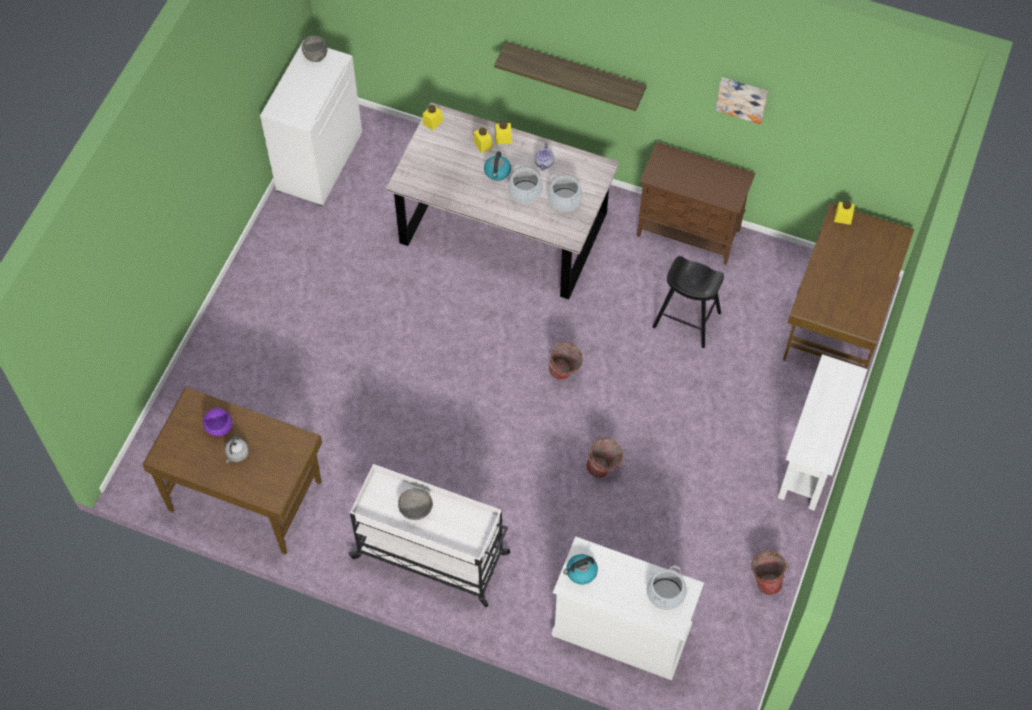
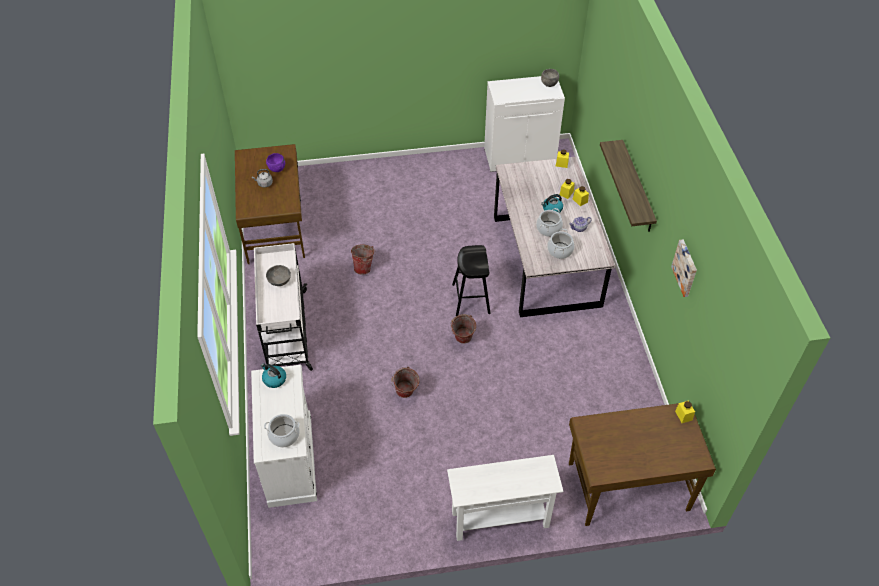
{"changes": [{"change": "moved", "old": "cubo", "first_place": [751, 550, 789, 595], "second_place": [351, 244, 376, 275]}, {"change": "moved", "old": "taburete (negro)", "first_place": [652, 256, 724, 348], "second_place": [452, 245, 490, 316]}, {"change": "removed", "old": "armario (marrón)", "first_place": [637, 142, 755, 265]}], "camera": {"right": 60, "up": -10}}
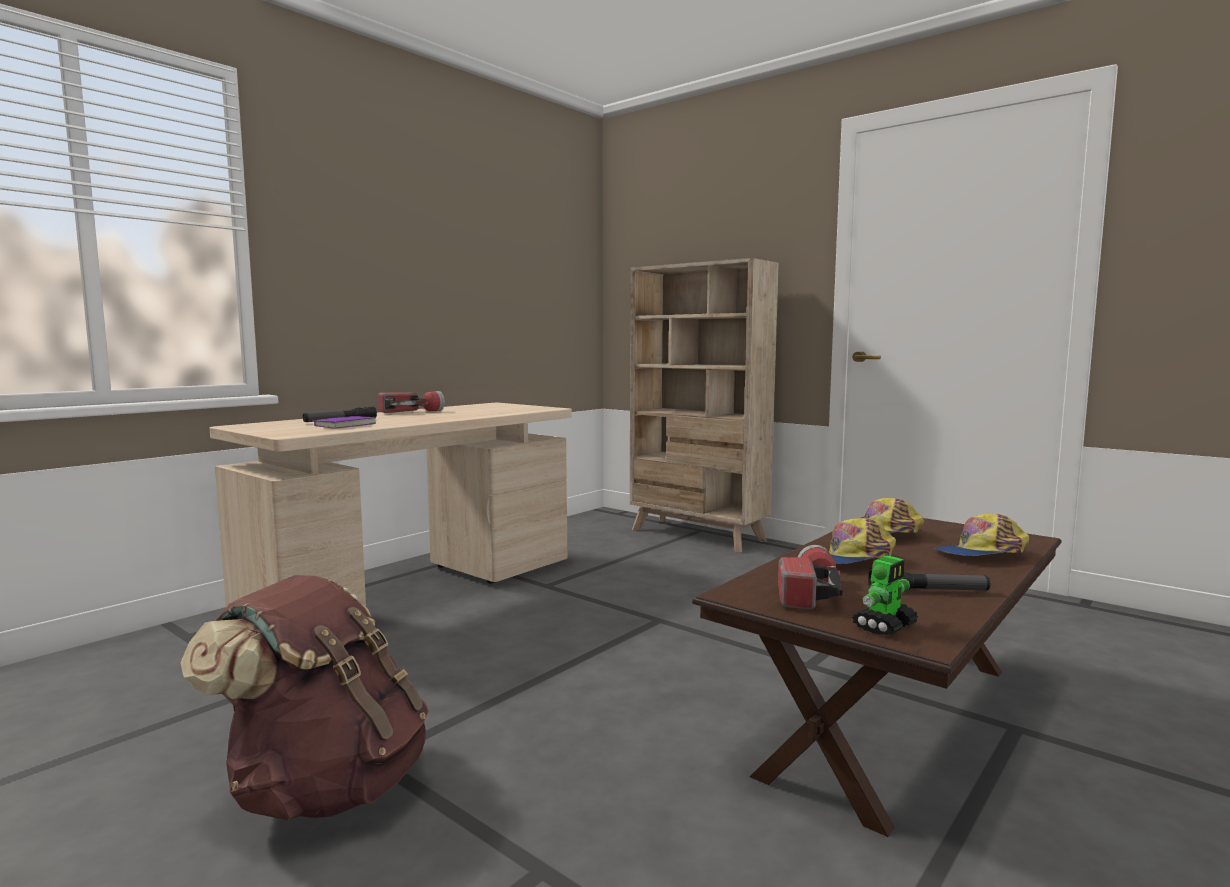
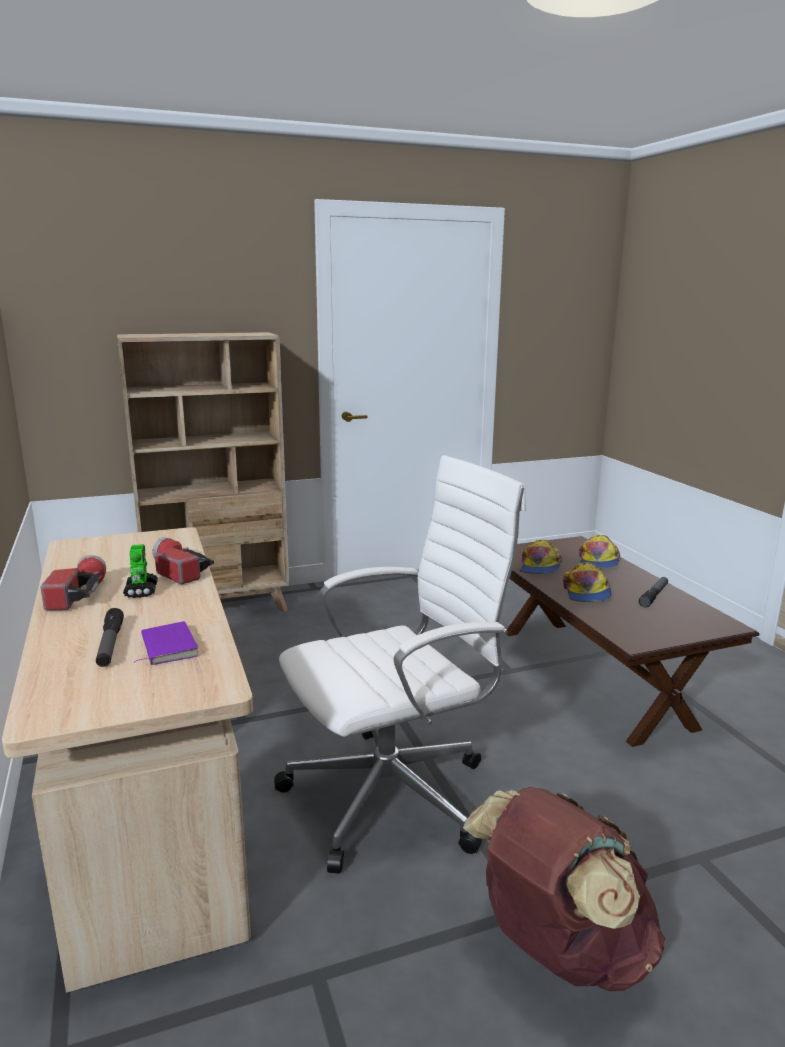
{"changes": [{"change": "moved", "old": "robot de juguete", "first_place": [852, 555, 919, 635], "second_place": [123, 544, 158, 598]}, {"change": "moved", "old": "linterna", "first_place": [778, 545, 843, 610], "second_place": [153, 537, 214, 584]}, {"change": "added", "new": "silla de oficina (blanco)", "second_place": [274, 455, 526, 874]}], "camera": {"right": -60, "up": 10}}
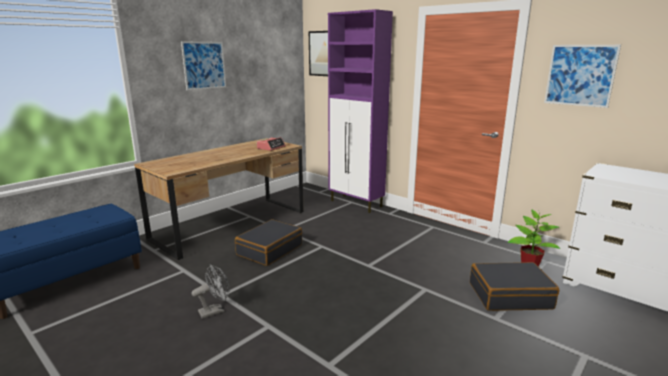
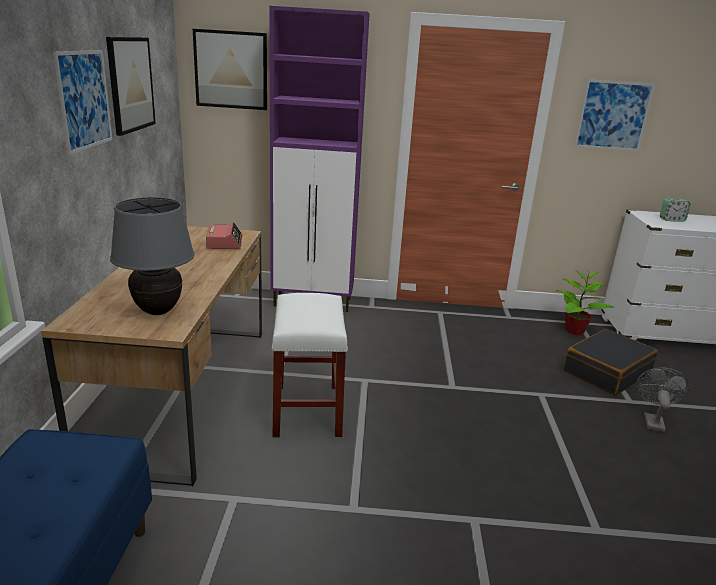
{"changes": [{"change": "added", "new": "cuadro", "second_place": [106, 37, 156, 136]}, {"change": "added", "new": "lámpara de mesa (gris)", "second_place": [110, 197, 195, 315]}, {"change": "replaced", "old": "maleta (negro)", "new": "taburete (blanco)", "first_place": [235, 219, 302, 266], "second_place": [271, 293, 348, 437]}, {"change": "moved", "old": "ventilador (gris)", "first_place": [191, 265, 230, 319], "second_place": [636, 368, 689, 432]}, {"change": "added", "new": "despertador", "second_place": [660, 198, 691, 222]}], "camera": {"right": -40, "up": 5}}
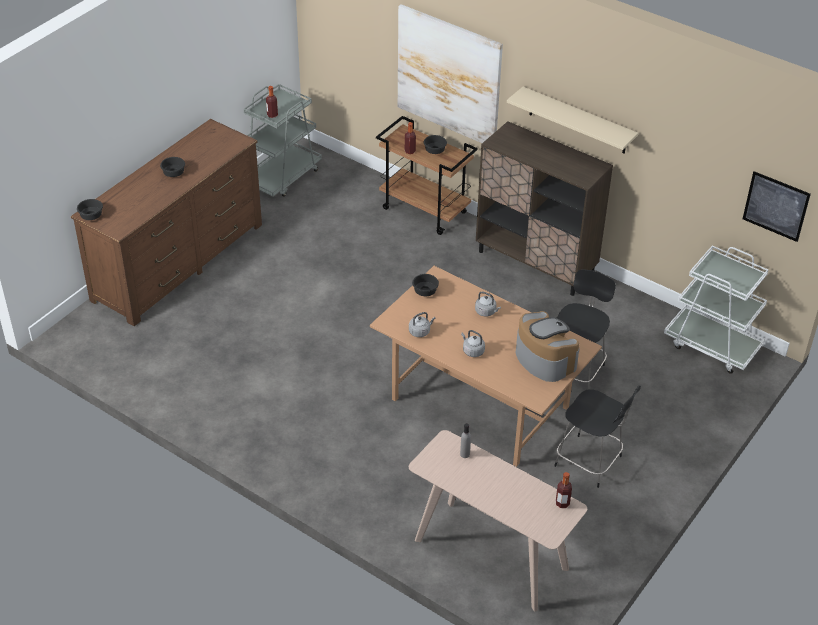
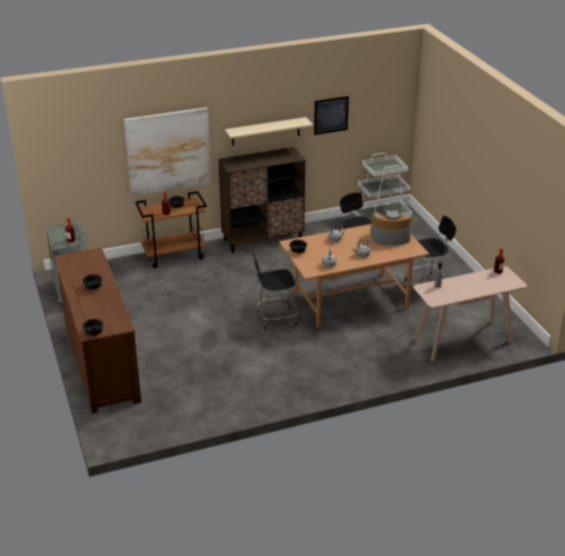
{"changes": [{"change": "added", "new": "taburete (negro)", "second_place": [253, 253, 298, 330]}, {"change": "moved", "old": "cuadro", "first_place": [743, 171, 811, 242], "second_place": [314, 96, 349, 135]}], "camera": {"right": -55, "up": -10}}
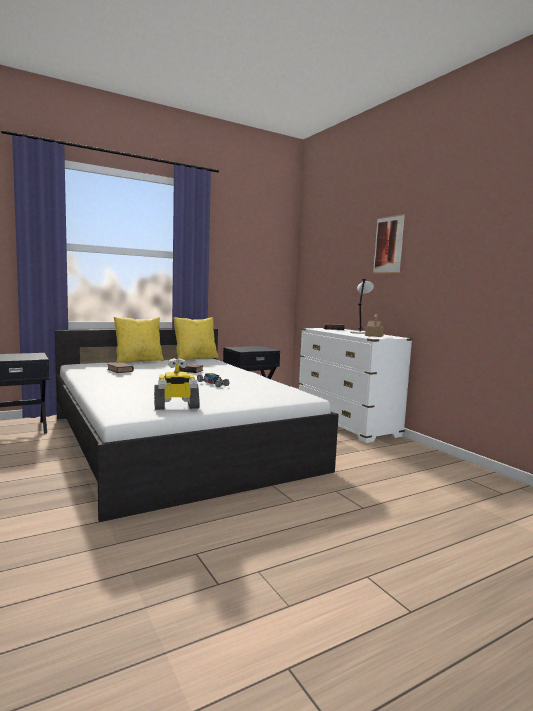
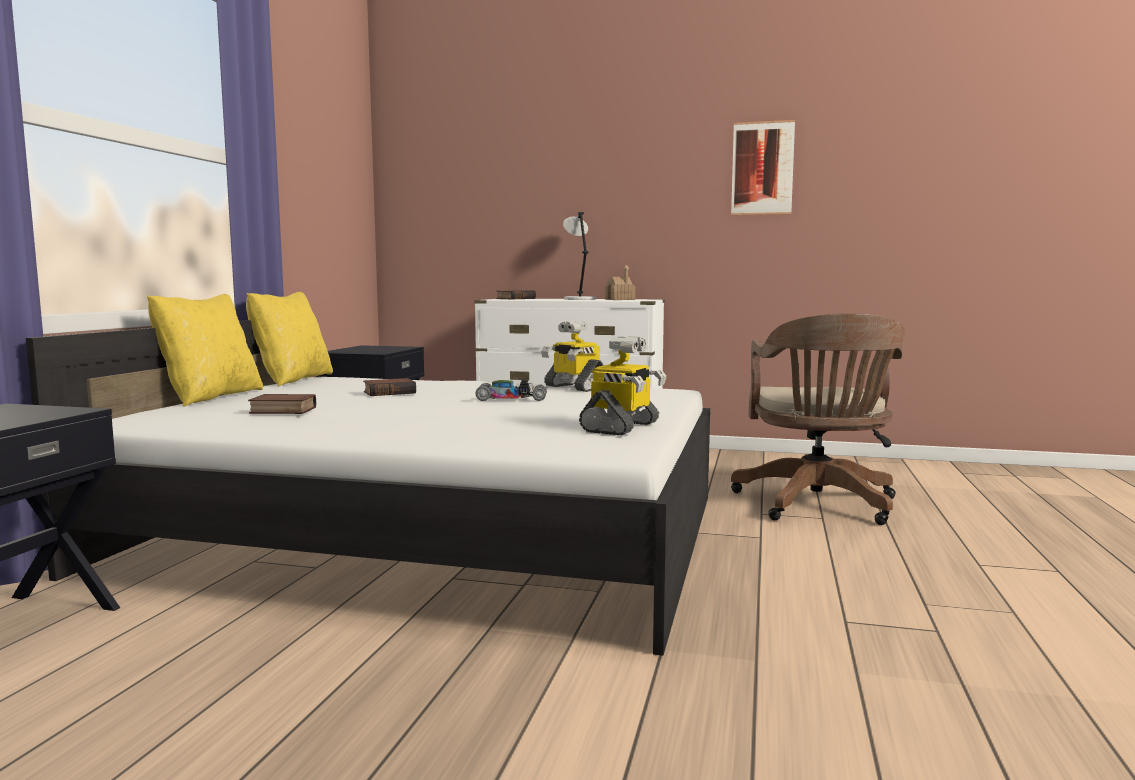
{"changes": [{"change": "added", "new": "robot de juguete", "second_place": [541, 321, 604, 392]}, {"change": "moved", "old": "cuadro", "first_place": [373, 214, 405, 274], "second_place": [731, 120, 795, 215]}, {"change": "added", "new": "silla de oficina (marrón)", "second_place": [731, 313, 905, 525]}], "camera": {"right": -45, "up": 0}}
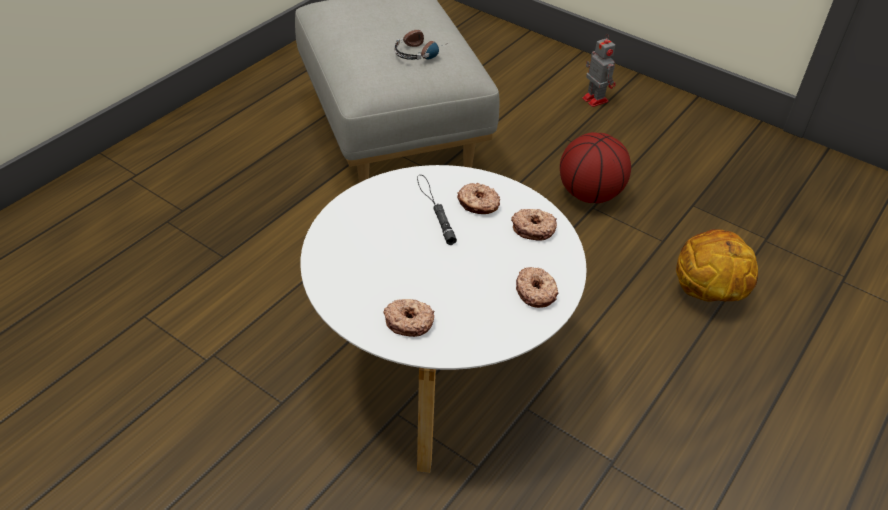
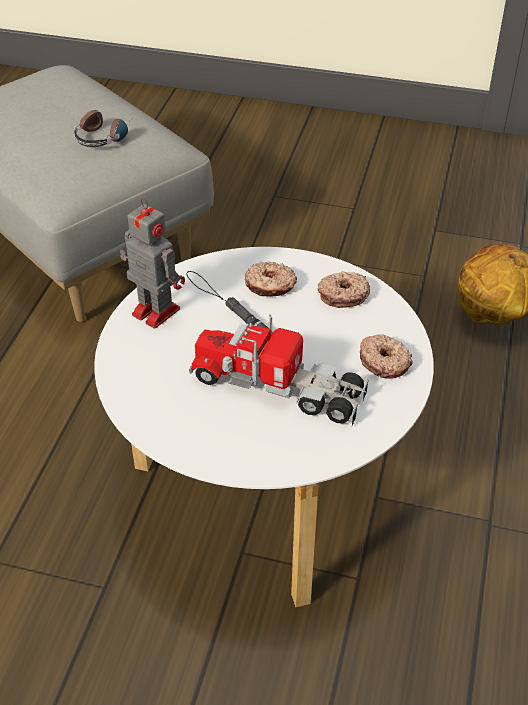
{"changes": [{"change": "moved", "old": "robot de juguete", "first_place": [582, 34, 616, 107], "second_place": [120, 198, 185, 329]}, {"change": "added", "new": "camión de juguete", "second_place": [189, 315, 369, 425]}, {"change": "removed", "old": "rosquilla", "first_place": [383, 299, 435, 337]}, {"change": "removed", "old": "balón de baloncesto", "first_place": [560, 132, 631, 203]}], "camera": {"right": -20, "up": 0}}
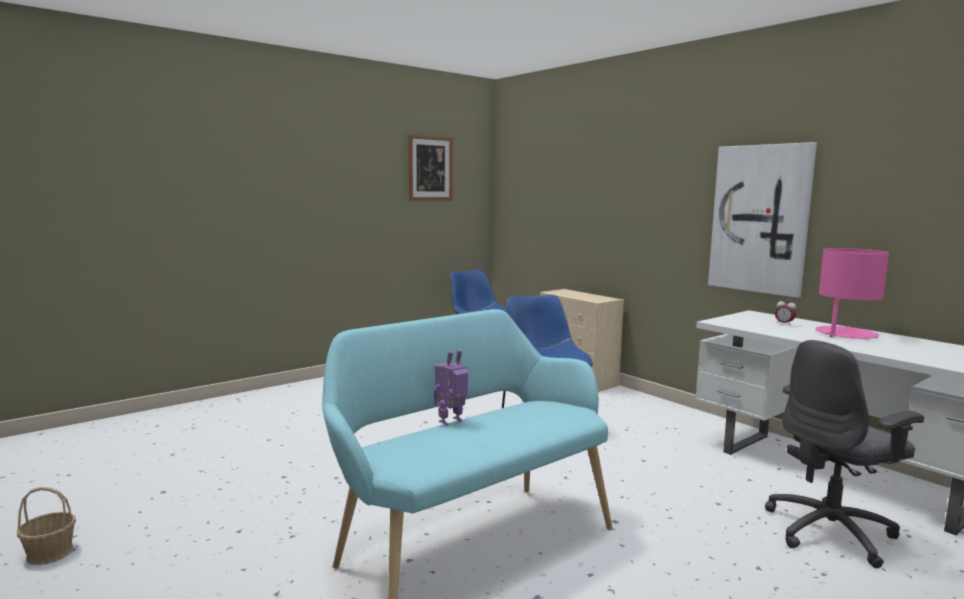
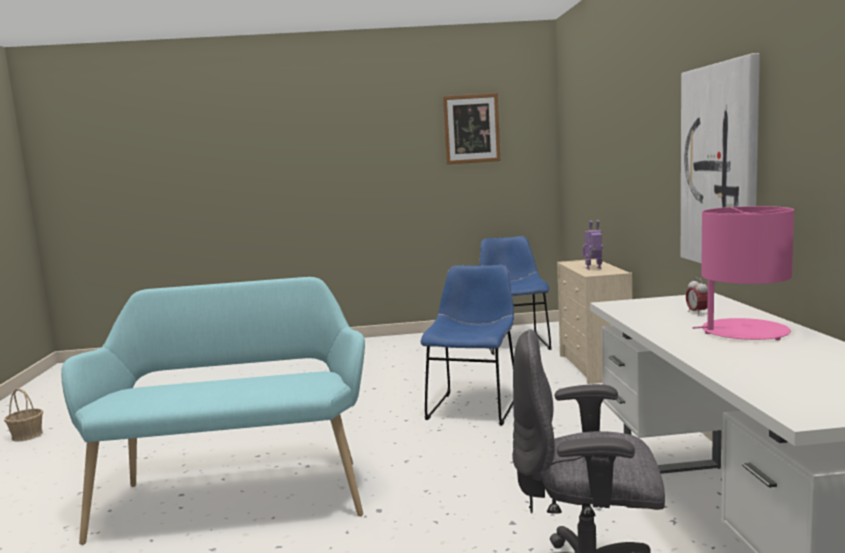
{"changes": [{"change": "moved", "old": "robot de juguete", "first_place": [434, 349, 468, 425], "second_place": [583, 220, 603, 270]}], "camera": {"right": 35, "up": 0}}
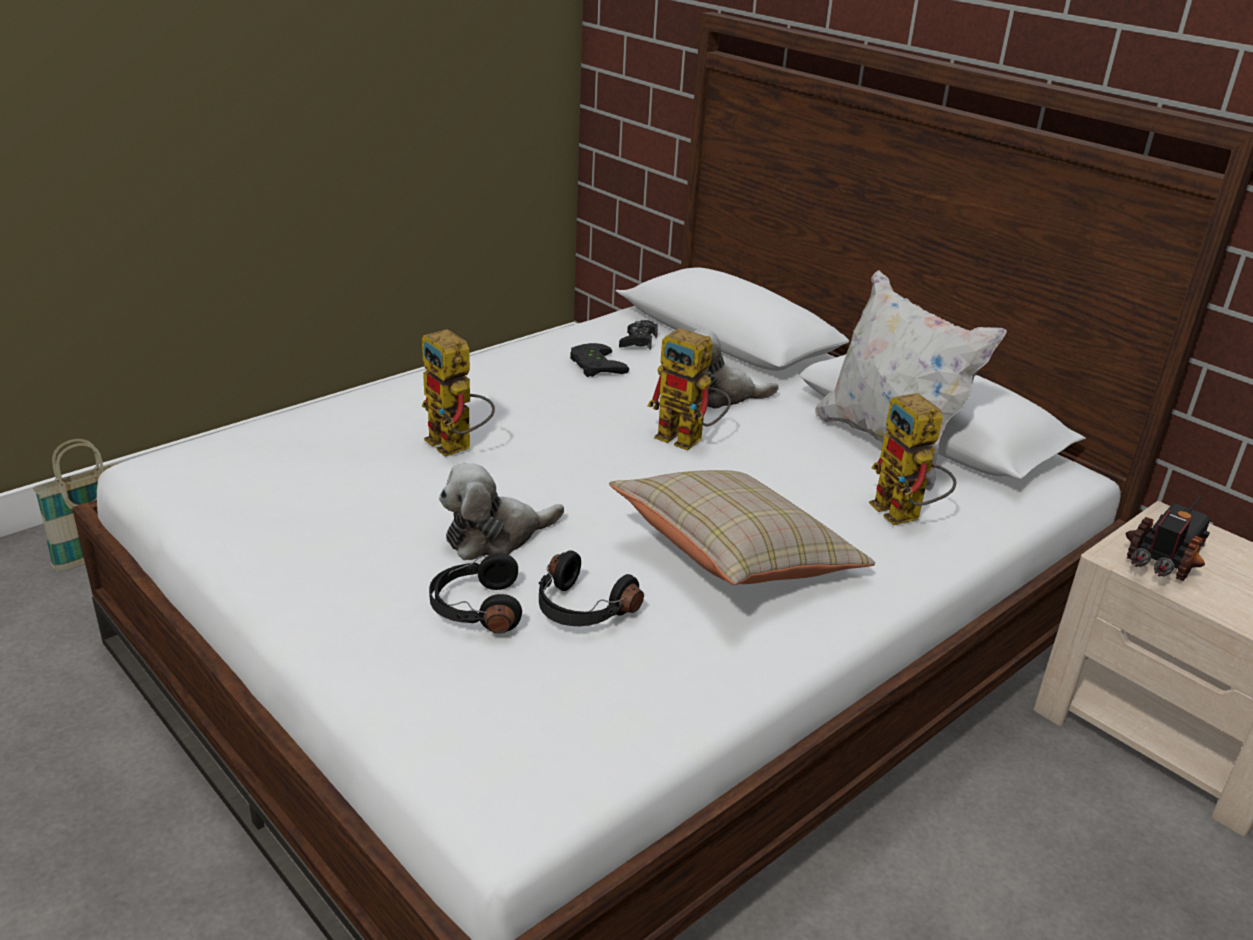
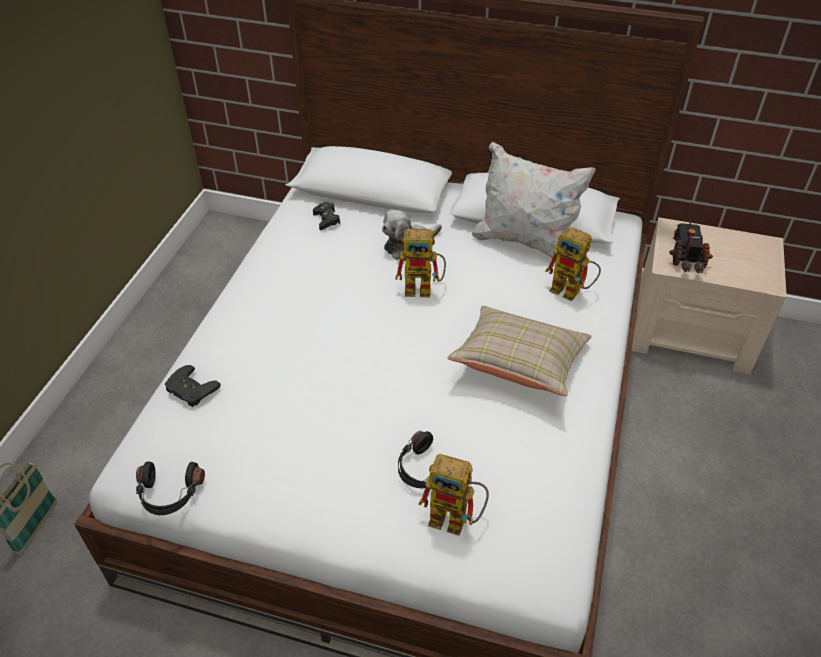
{"changes": [{"change": "moved", "old": "auriculares (negro)", "first_place": [539, 550, 644, 626], "second_place": [136, 461, 205, 515]}, {"change": "moved", "old": "mando de consola (negro)", "first_place": [570, 343, 629, 377], "second_place": [165, 365, 221, 407]}, {"change": "moved", "old": "robot de juguete", "first_place": [422, 329, 495, 457], "second_place": [418, 454, 489, 536]}, {"change": "removed", "old": "peluche", "first_place": [439, 463, 564, 560]}], "camera": {"right": -30, "up": 15}}
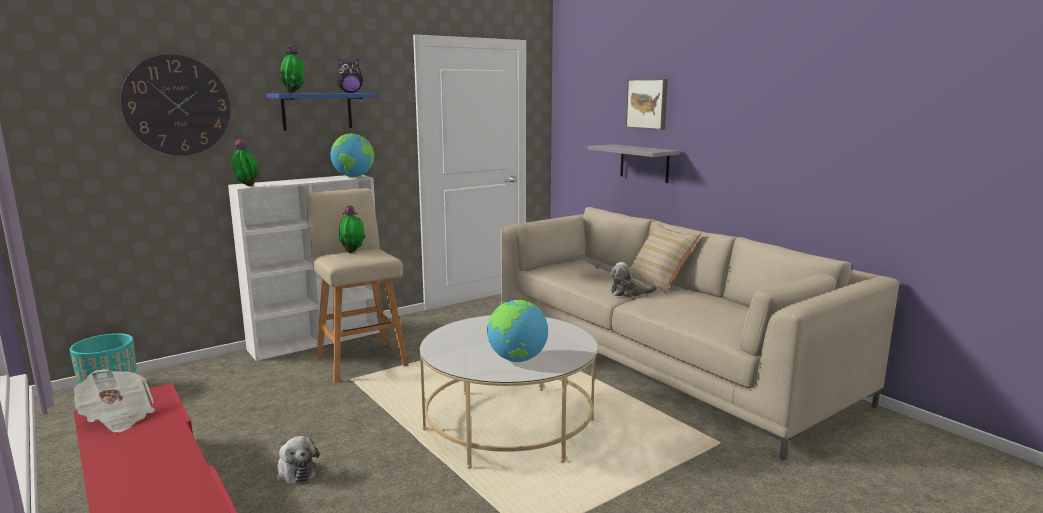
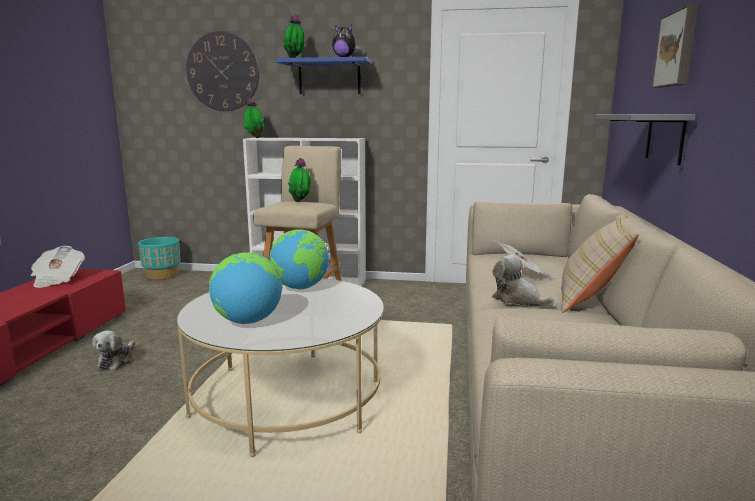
{"changes": [{"change": "moved", "old": "globo terráqueo", "first_place": [330, 134, 374, 177], "second_place": [270, 229, 329, 289]}], "camera": {"right": 45, "up": 0}}
